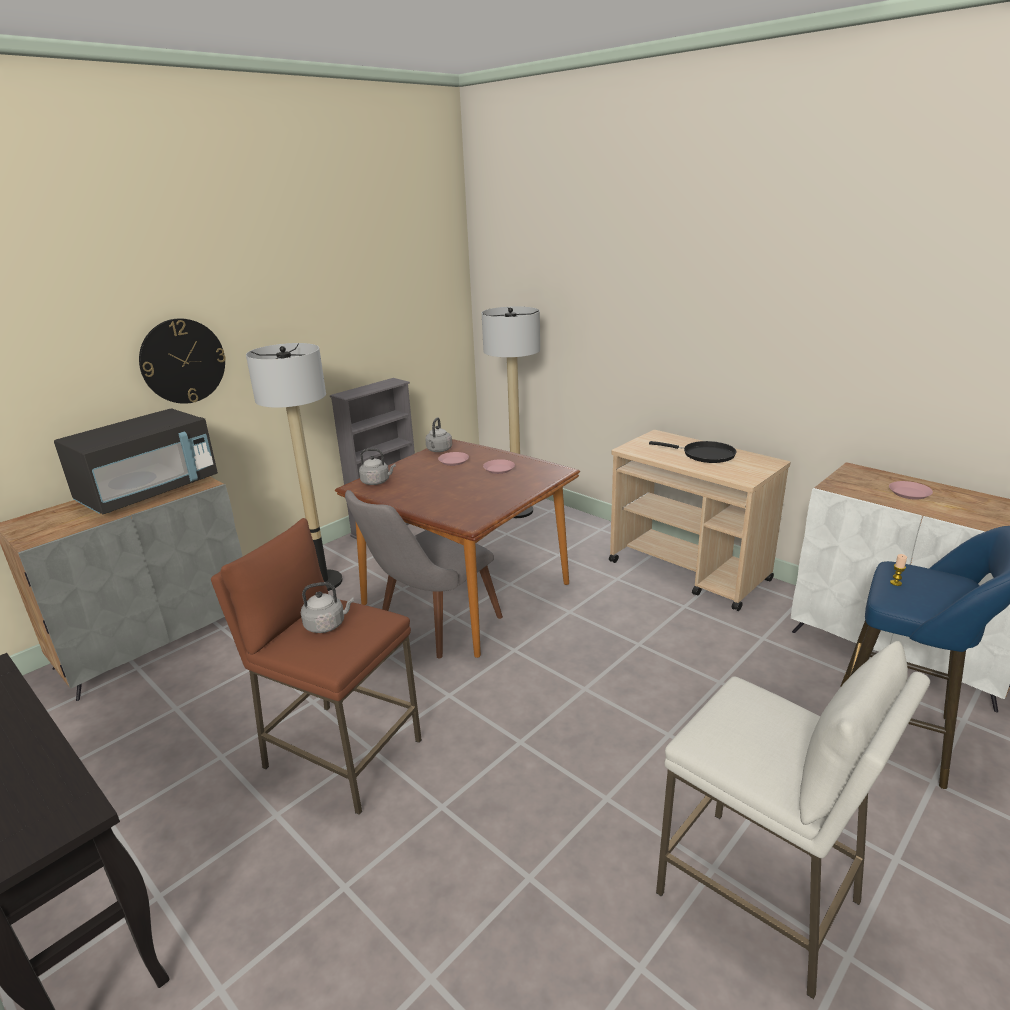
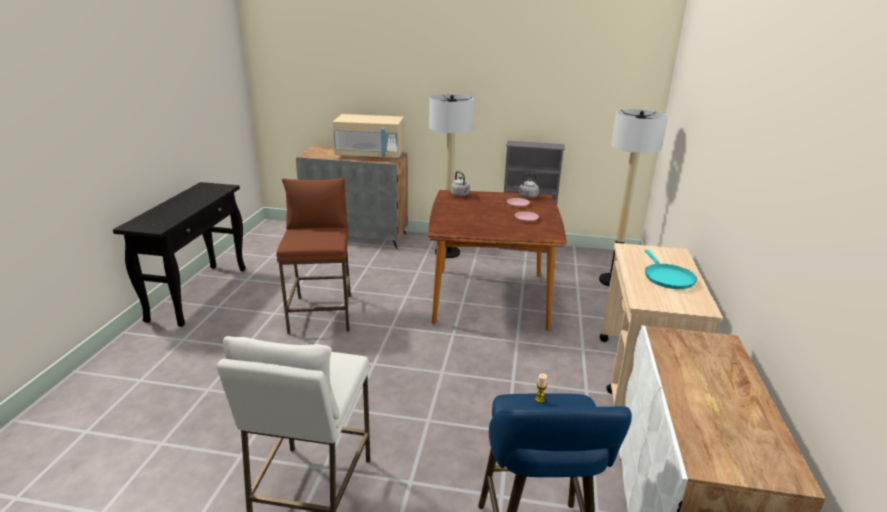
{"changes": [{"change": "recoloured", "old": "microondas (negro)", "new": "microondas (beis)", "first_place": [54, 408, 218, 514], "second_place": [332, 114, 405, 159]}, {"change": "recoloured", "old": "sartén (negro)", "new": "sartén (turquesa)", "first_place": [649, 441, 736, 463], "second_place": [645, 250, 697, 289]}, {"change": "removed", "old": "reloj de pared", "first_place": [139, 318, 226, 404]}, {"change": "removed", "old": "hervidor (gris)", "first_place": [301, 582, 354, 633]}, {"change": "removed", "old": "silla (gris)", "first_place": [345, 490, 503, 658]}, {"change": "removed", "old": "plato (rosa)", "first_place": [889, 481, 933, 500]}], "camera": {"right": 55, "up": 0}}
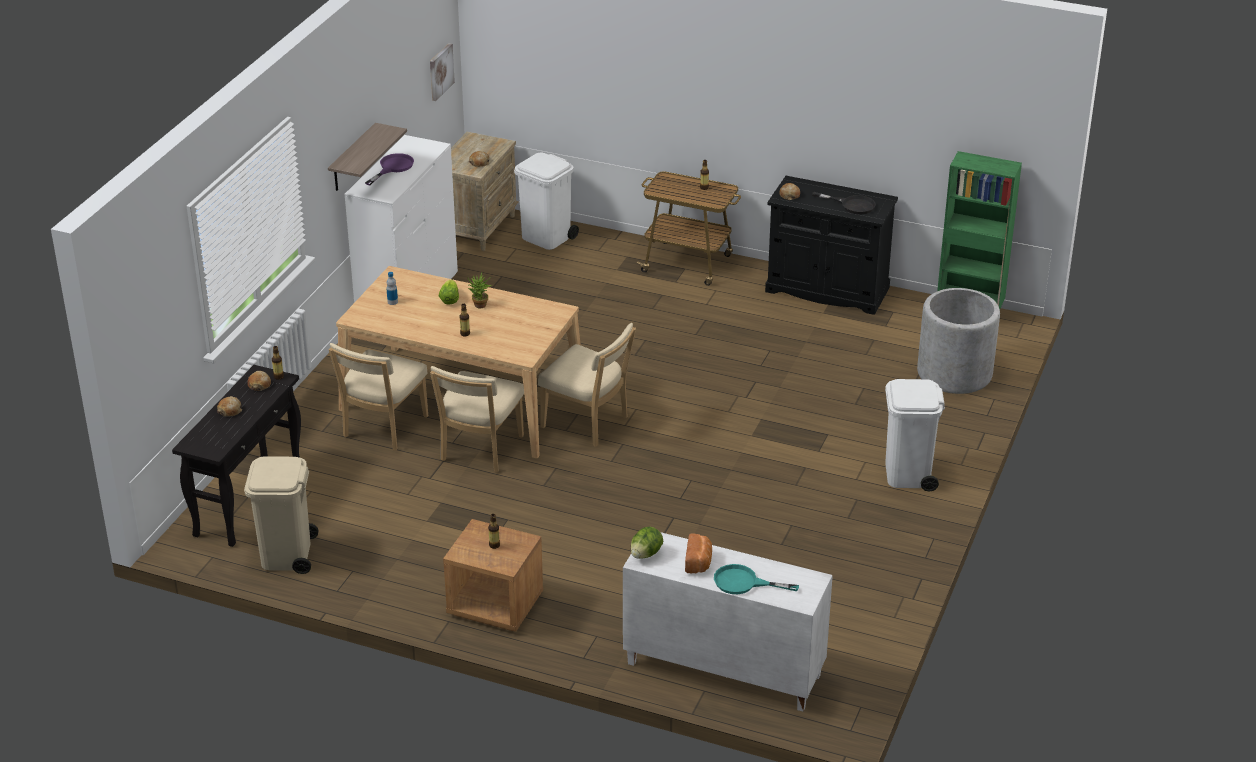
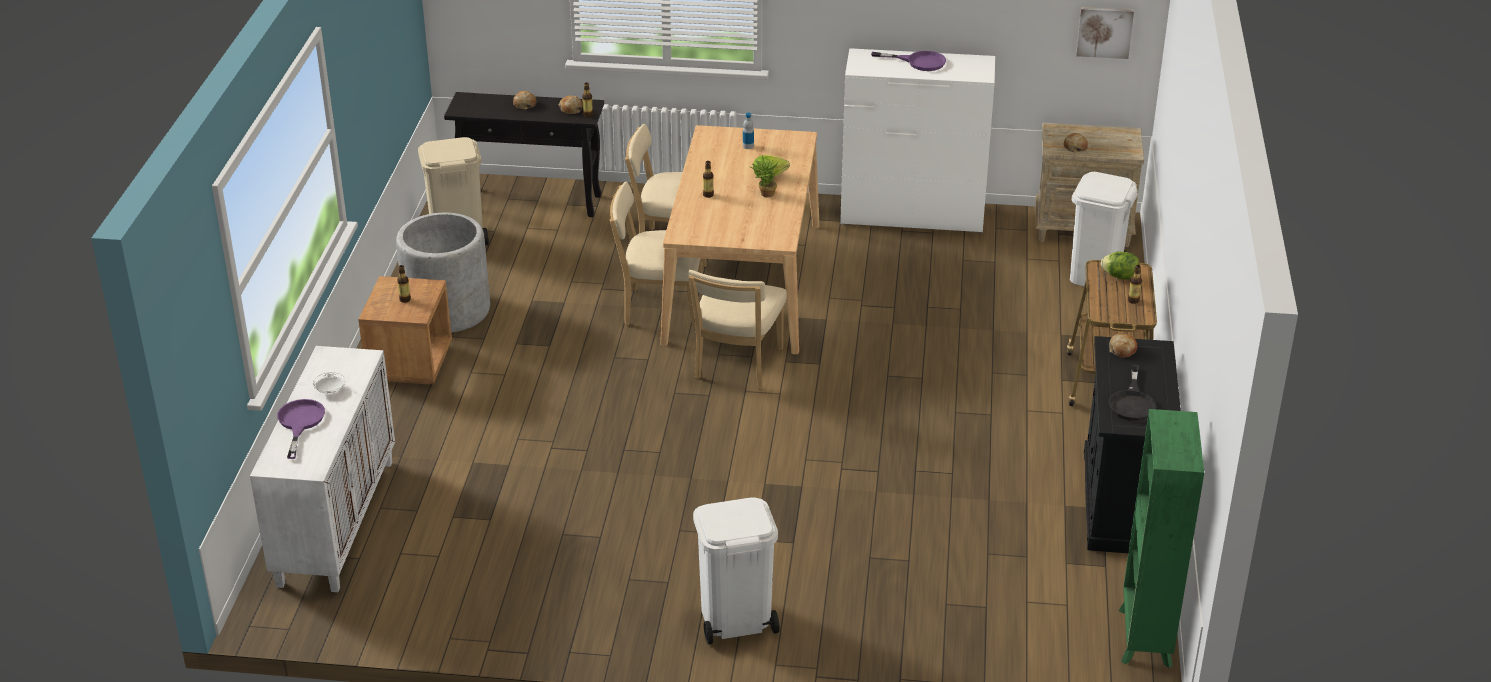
{"changes": [{"change": "recoloured", "old": "sartén (turquesa)", "new": "sartén (morado)", "first_place": [714, 564, 799, 594], "second_place": [277, 399, 325, 459]}, {"change": "replaced", "old": "pan", "new": "plato (blanco)", "first_place": [685, 533, 712, 573], "second_place": [313, 372, 345, 393]}, {"change": "moved", "old": "maceta (gris)", "first_place": [917, 288, 1000, 394], "second_place": [396, 213, 490, 333]}, {"change": "moved", "old": "lechuga", "first_place": [631, 526, 663, 559], "second_place": [1101, 251, 1139, 280]}, {"change": "removed", "old": "estante", "first_place": [328, 123, 407, 191]}], "camera": {"right": 75, "up": 0}}
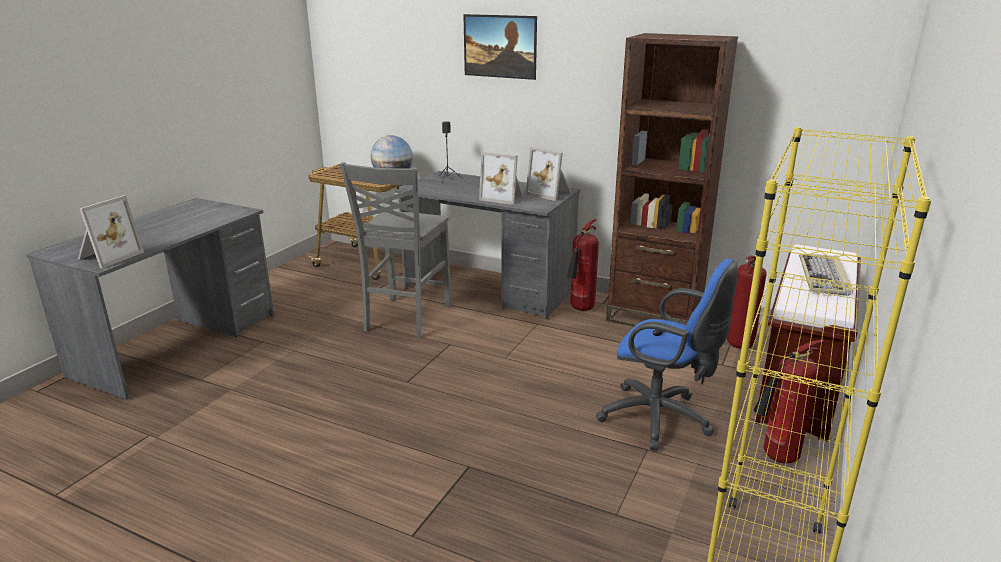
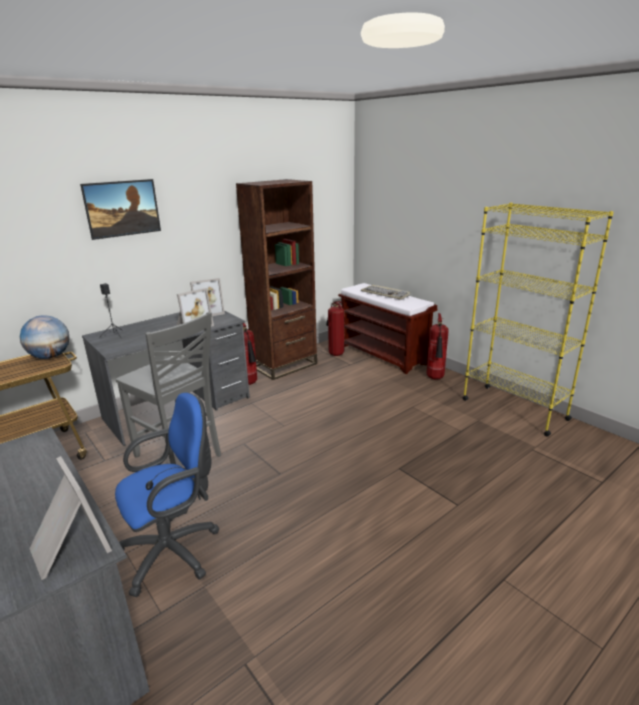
{"changes": [{"change": "moved", "old": "silla de oficina (azul)", "first_place": [596, 259, 738, 451], "second_place": [115, 393, 220, 597]}], "camera": {"right": -65, "up": 0}}
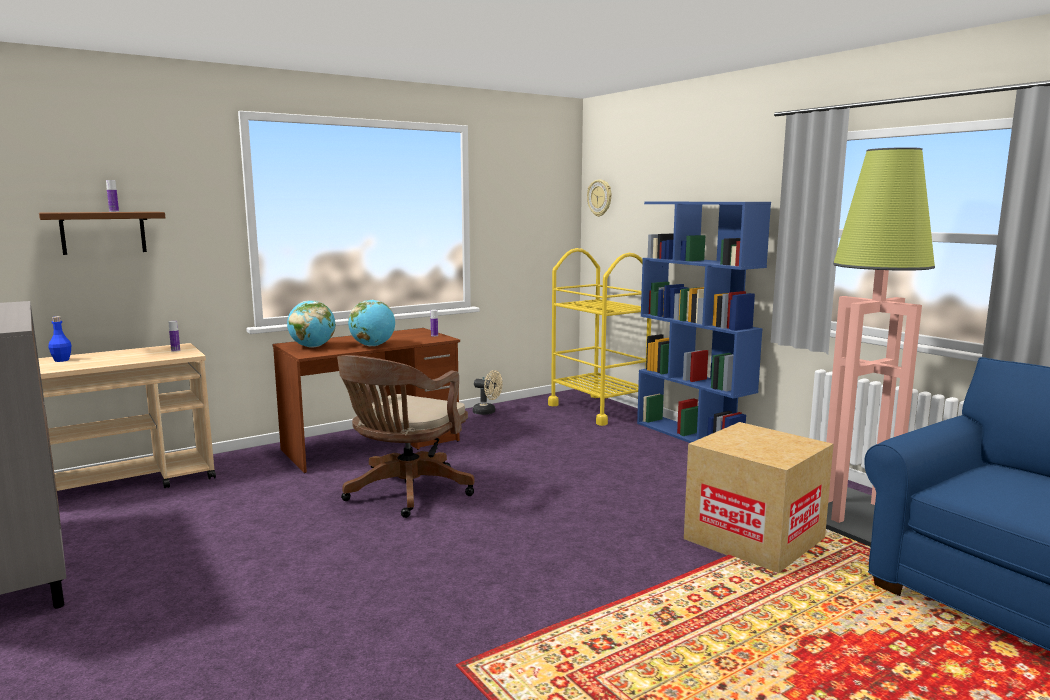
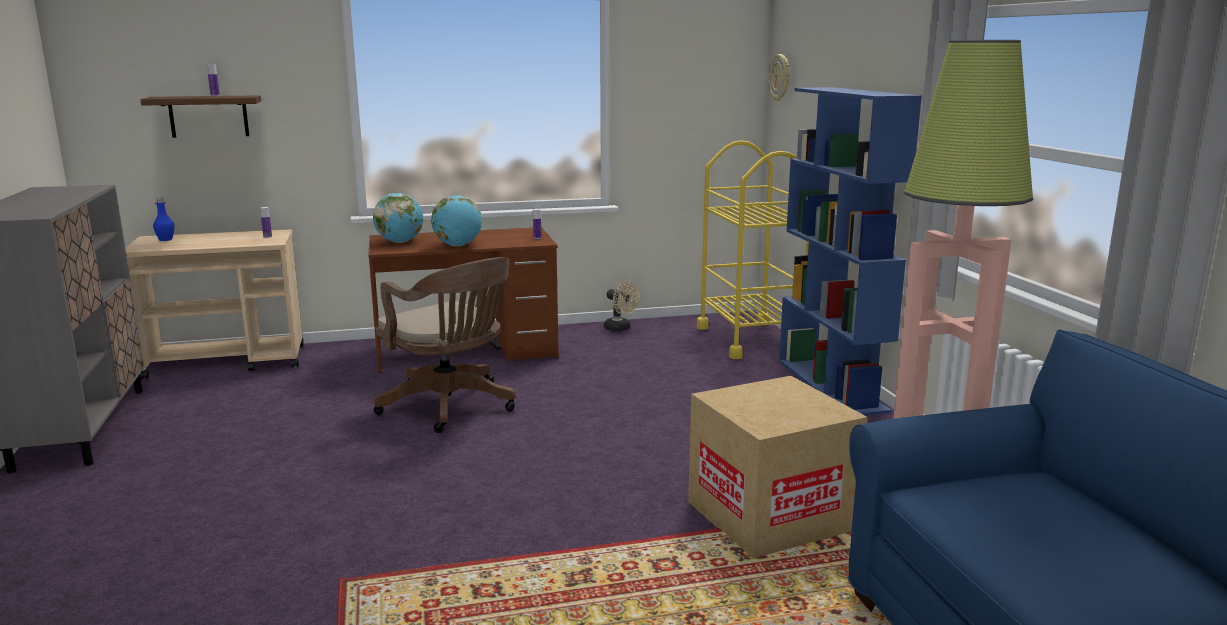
{"changes": [{"change": "turned", "old": "silla de oficina (marrón)", "first_place": [337, 355, 475, 518], "second_place": [374, 257, 516, 433], "degrees": -90}], "camera": {"right": 20, "up": 5}}
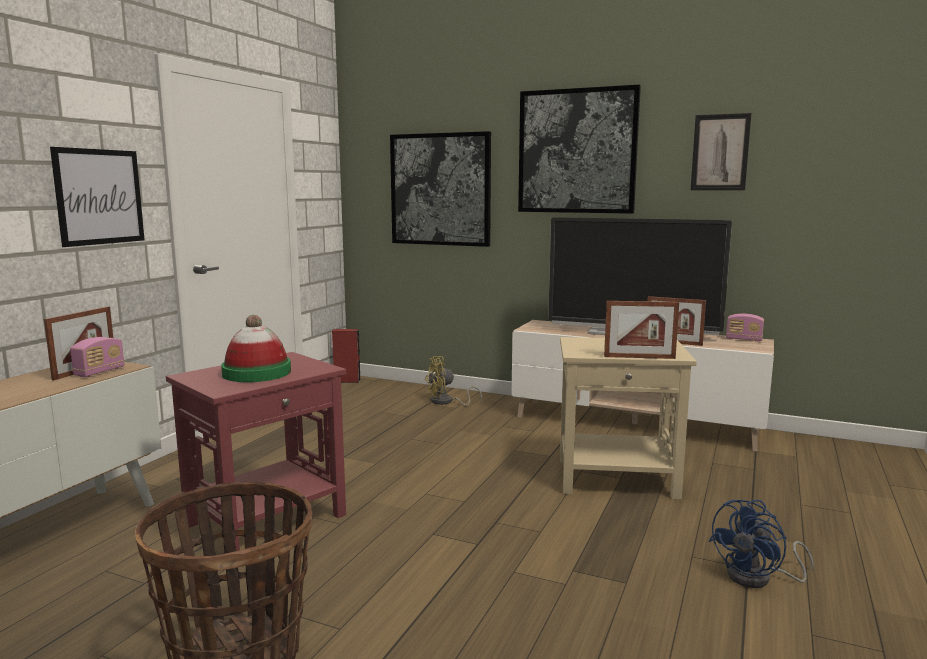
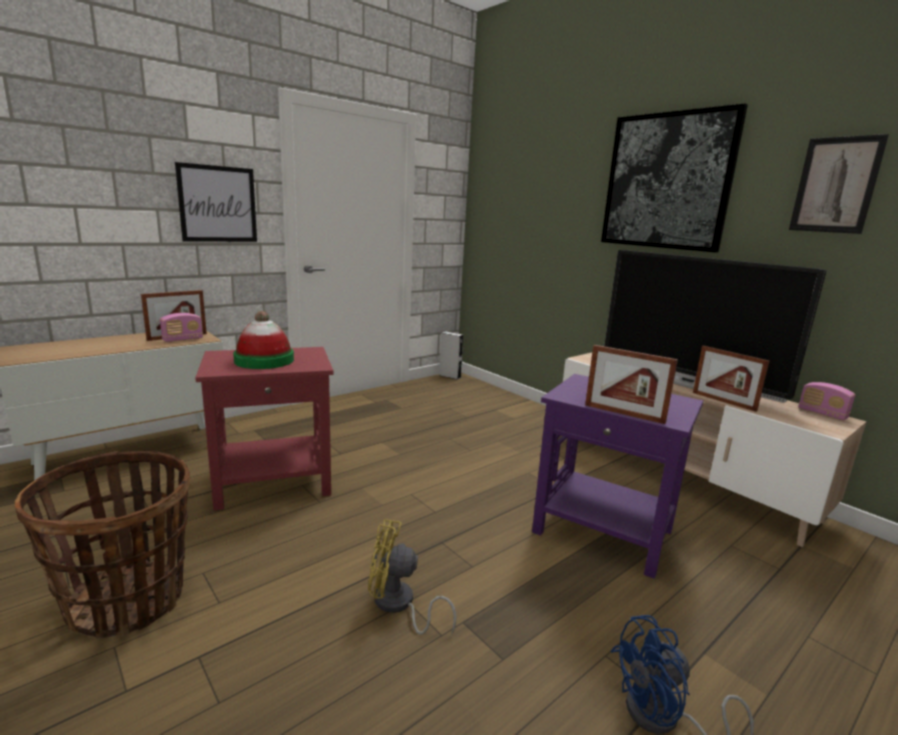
{"changes": [{"change": "moved", "old": "ventilador (amarillo)", "first_place": [425, 356, 482, 406], "second_place": [368, 519, 457, 634]}, {"change": "recoloured", "old": "altavoz (rojo)", "new": "altavoz (gris)", "first_place": [332, 329, 361, 383], "second_place": [439, 331, 463, 380]}, {"change": "recoloured", "old": "mesa auxiliar (beis)", "new": "mesa auxiliar (morado)", "first_place": [560, 337, 697, 499], "second_place": [532, 374, 703, 579]}, {"change": "removed", "old": "cuadro", "first_place": [390, 131, 491, 247]}], "camera": {"right": 25, "up": 5}}
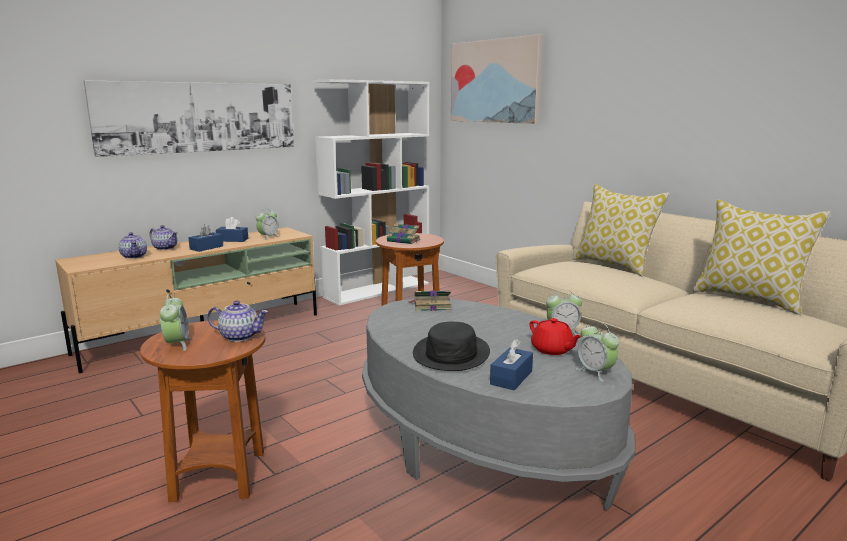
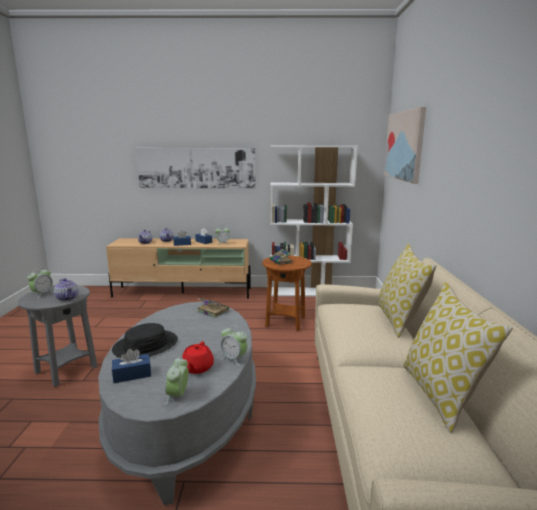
{"changes": [{"change": "recoloured", "old": "mesa auxiliar (marrón)", "new": "mesa auxiliar (gris)", "first_place": [140, 320, 266, 502], "second_place": [18, 285, 98, 387]}], "camera": {"right": 40, "up": 0}}
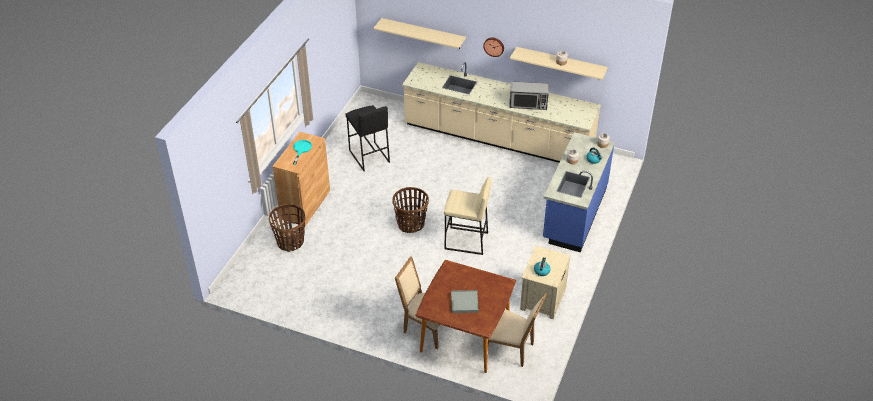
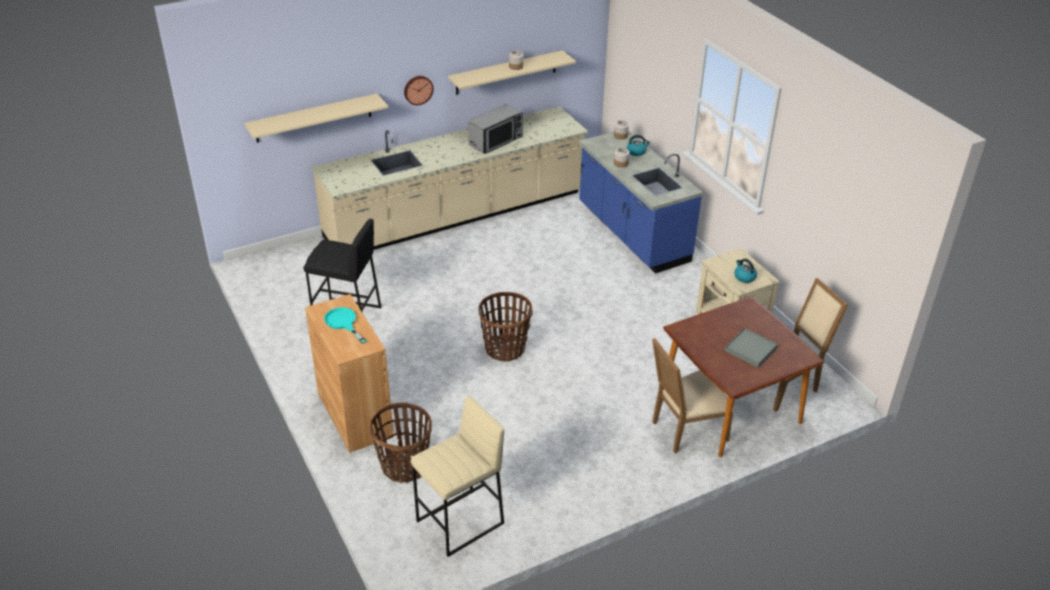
{"changes": [{"change": "moved", "old": "taburete (beis)", "first_place": [444, 177, 491, 255], "second_place": [411, 396, 504, 557]}], "camera": {"right": -50, "up": -5}}
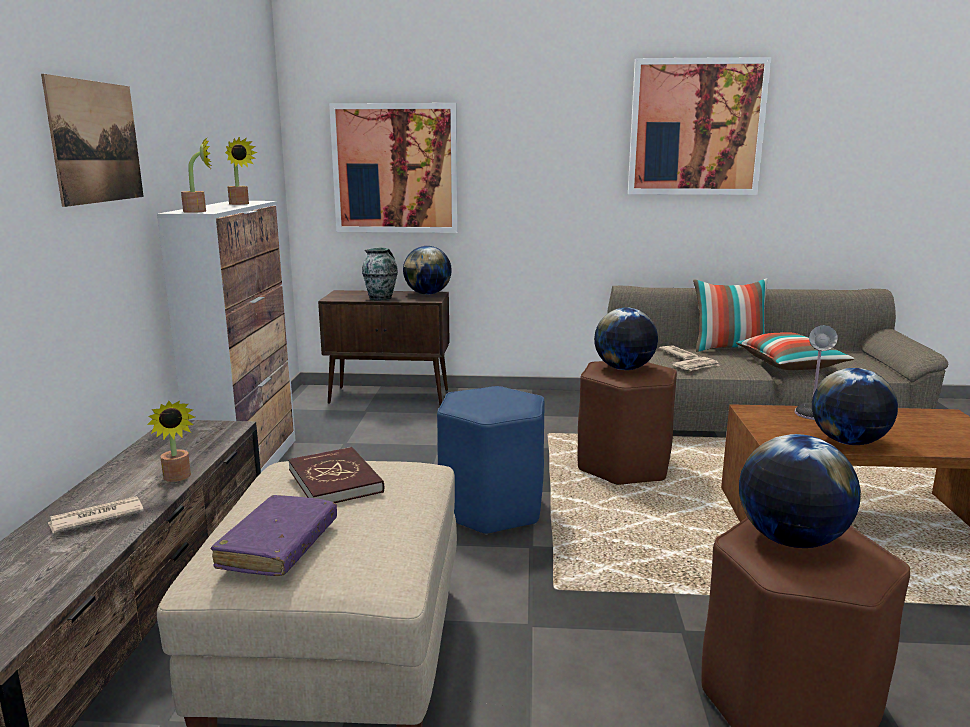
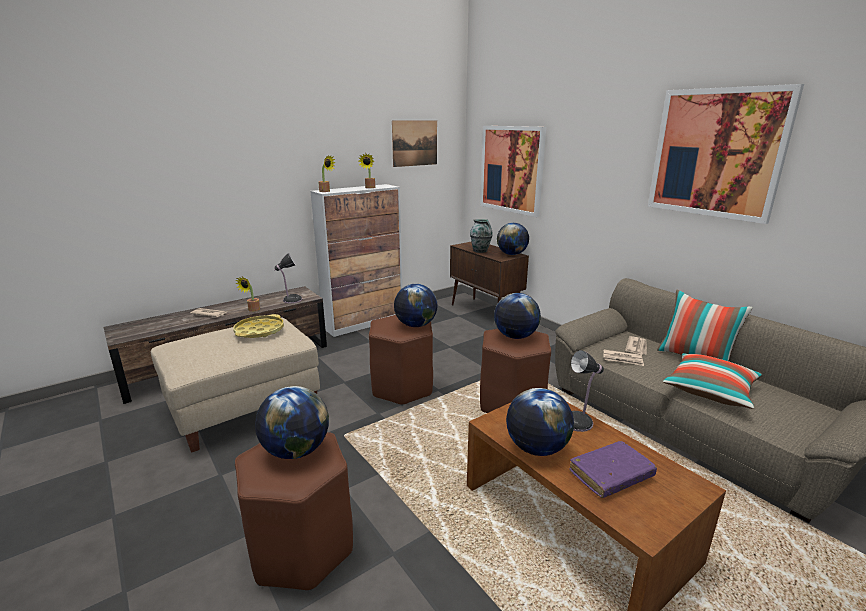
{"changes": [{"change": "replaced", "old": "libro (rojo)", "new": "bandeja (amarillo)", "first_place": [288, 447, 384, 503], "second_place": [233, 314, 284, 338]}, {"change": "added", "new": "lámpara de mesa", "second_place": [274, 253, 302, 303]}, {"change": "recoloured", "old": "taburete (azul)", "new": "taburete (marrón)", "first_place": [437, 386, 545, 535], "second_place": [369, 315, 433, 406]}, {"change": "moved", "old": "cuadro", "first_place": [41, 74, 144, 207], "second_place": [392, 120, 437, 167]}, {"change": "added", "new": "globo terráqueo", "second_place": [394, 284, 438, 327]}, {"change": "moved", "old": "libro (morado)", "first_place": [211, 495, 337, 576], "second_place": [570, 441, 657, 498]}], "camera": {"right": 50, "up": 5}}
